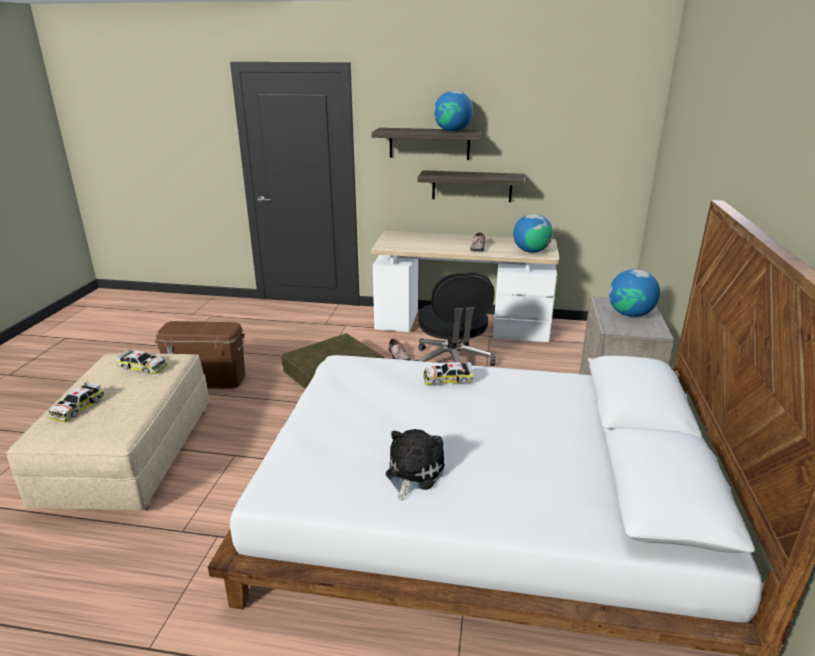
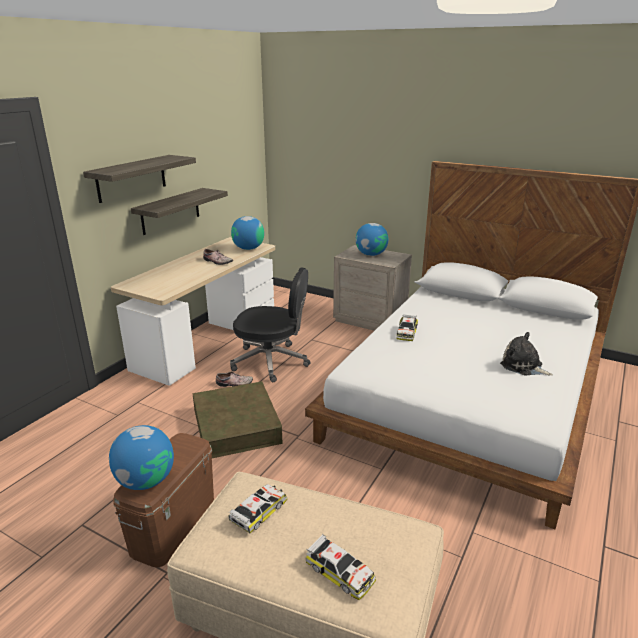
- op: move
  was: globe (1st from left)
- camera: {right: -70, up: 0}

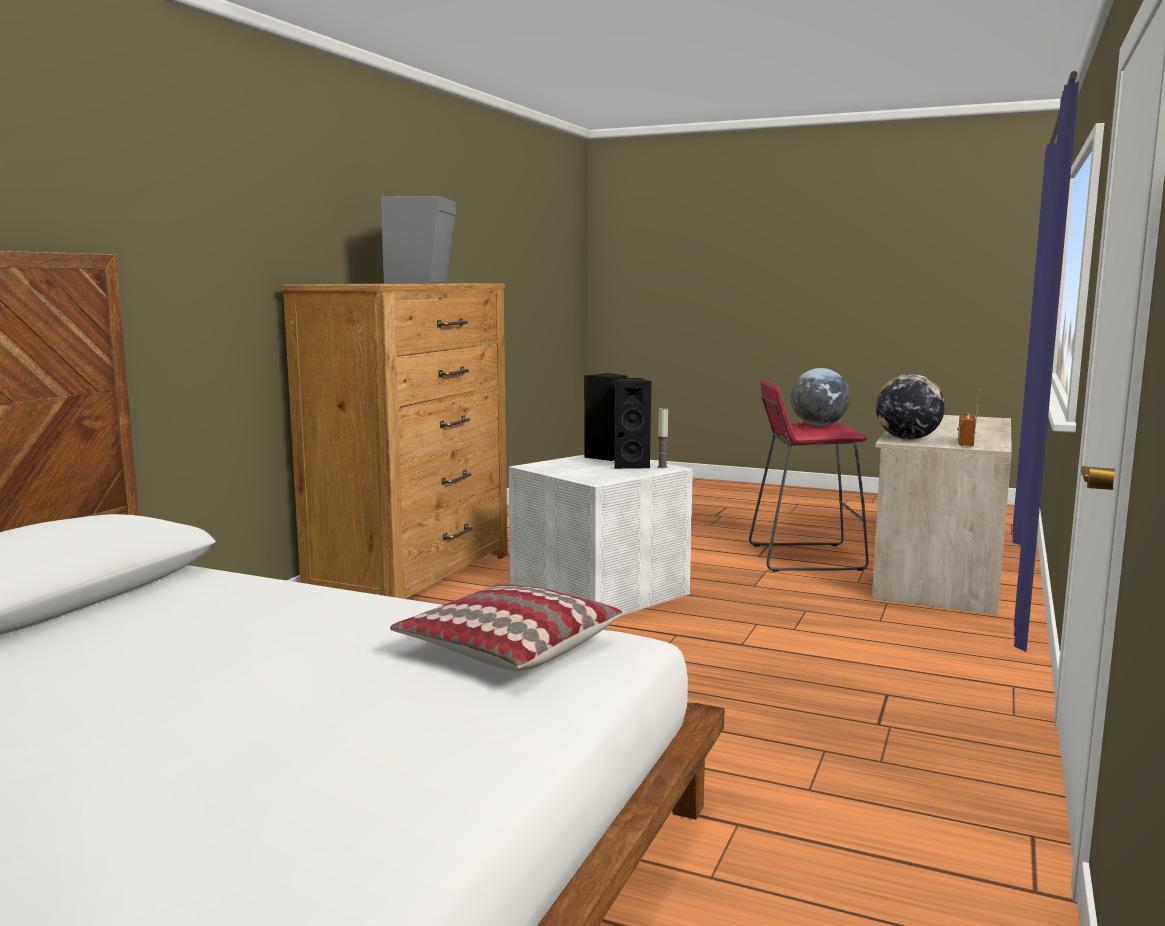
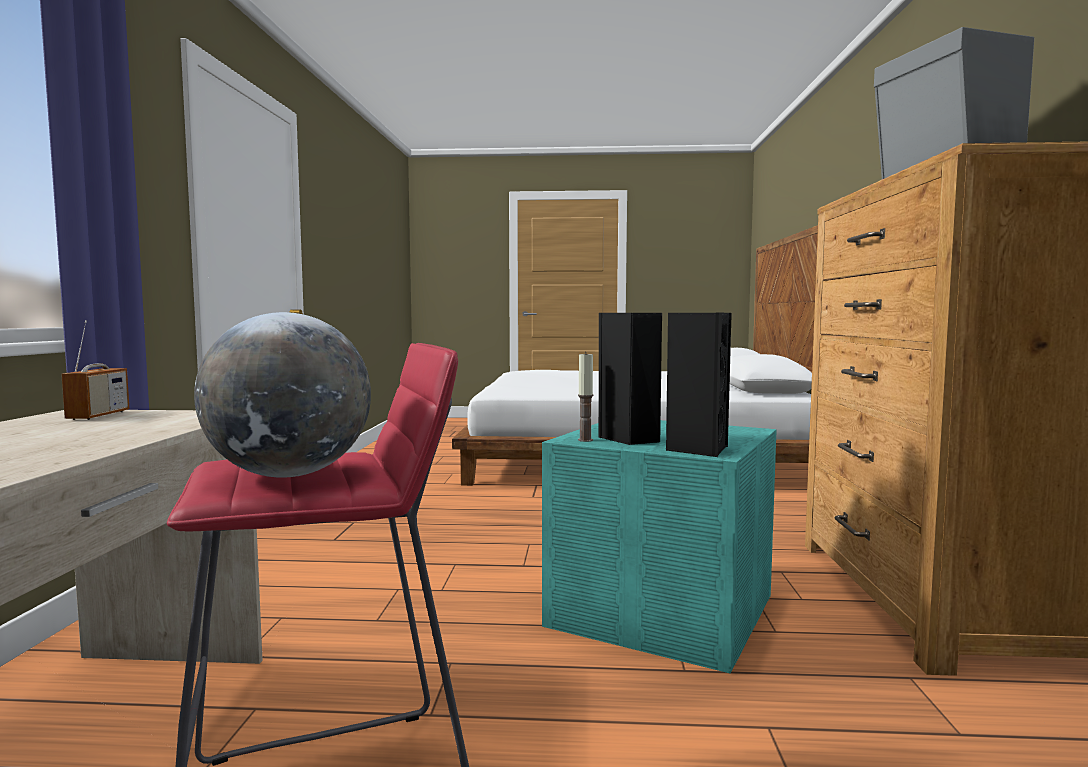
- op: delete
  was: pillow
- op: recolor
  was: storage container in white-coloured
  now: storage container in turquoise-coloured
- op: delete
  was: globe (2nd from left)
- camera: {right: 160, up: -5}

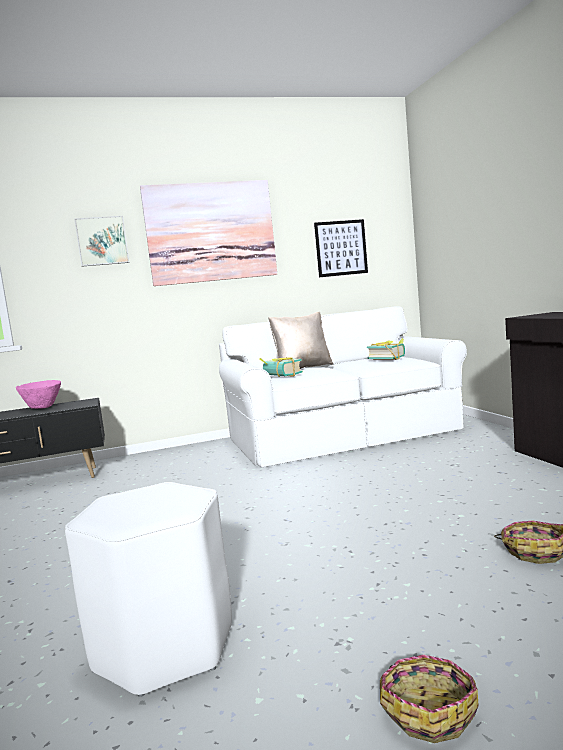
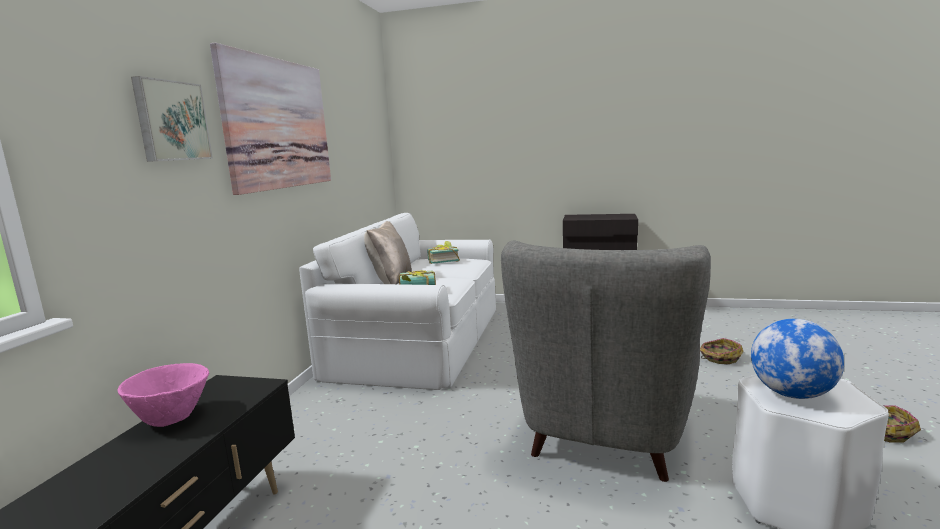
- op: delete
  was: wall art (3rd from left)
- op: insert
  now: armchair in gray
- op: insert
  now: globe
- camera: {right: -60, up: 5}

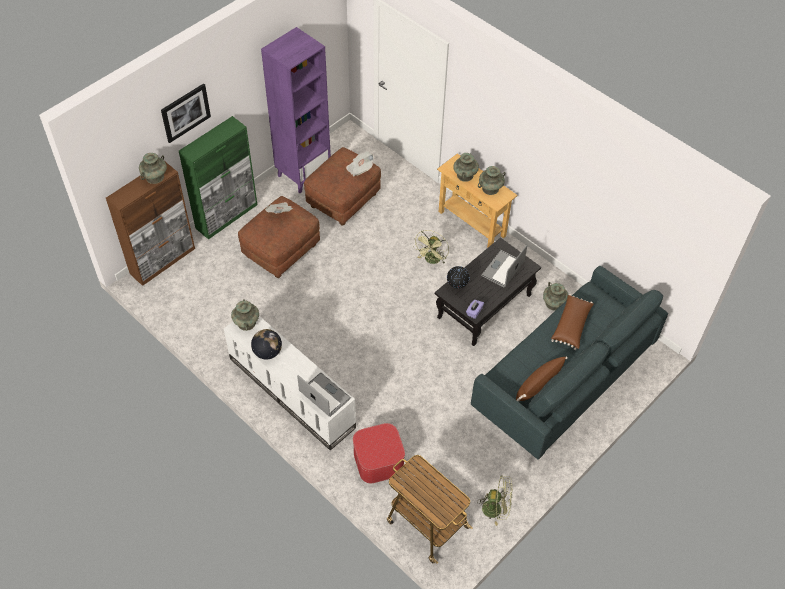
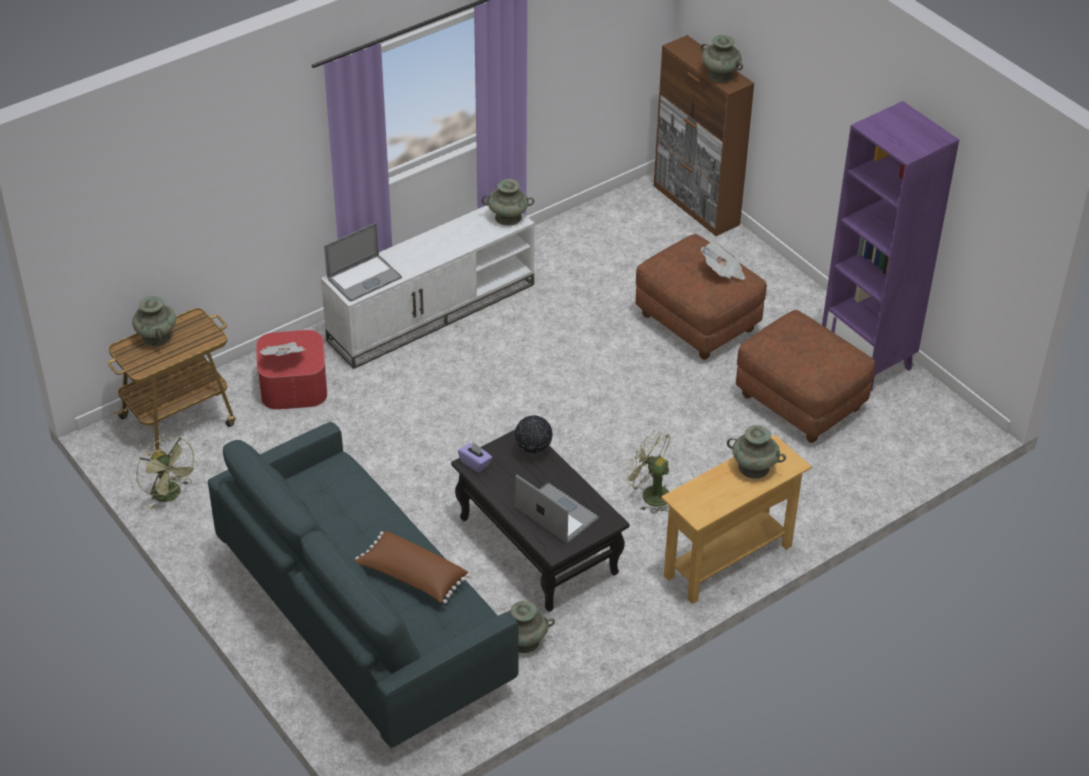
- op: delete
  was: wall art
- op: delete
  was: storage cabinet in green-coloured
- op: delete
  was: globe (1st from left)
- op: move
  was: newspaper (2nd from left in the first image)
  now: newspaper (1st from left)
- op: move
  was: decorative vase in turquoise-coloured (4th from left in the first image)
  now: decorative vase in turquoise-coloured (1st from left)
- op: rotate
  was: electric fan in green-coloured (2nd from left in the first image)
  clockwise: -60
- op: delete
  was: pillow in brownish (1st from left)
- camera: {right: 100, up: -10}

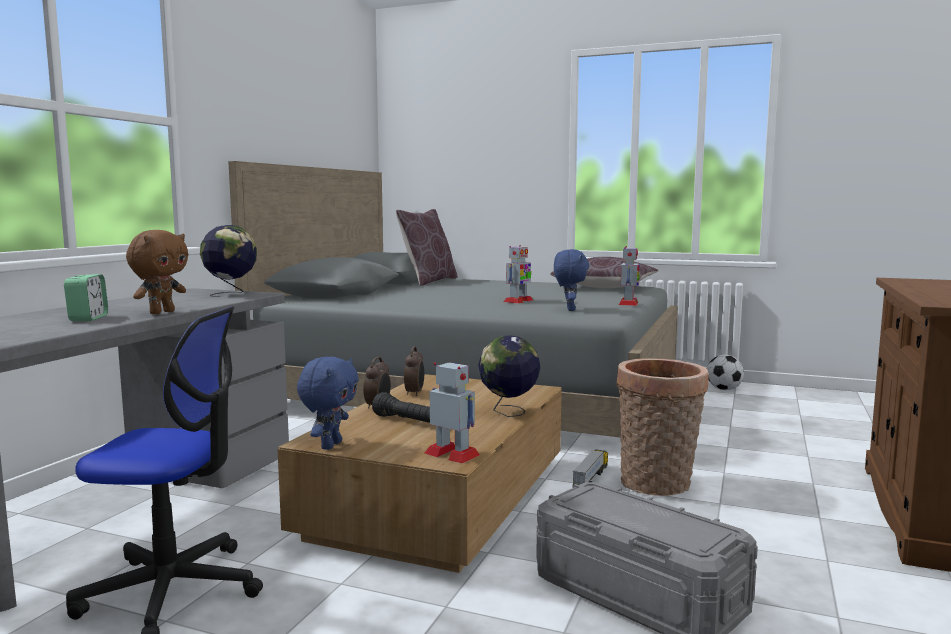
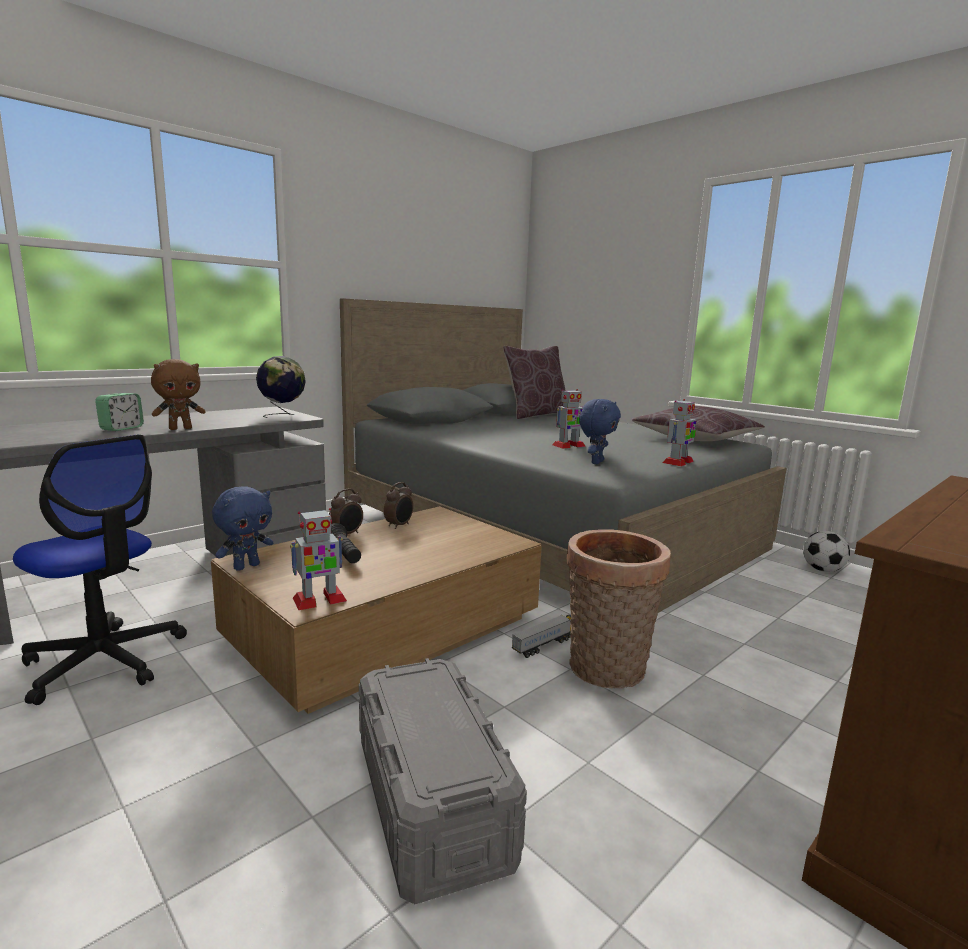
- op: rotate
  was: model robot (1st from left)
  clockwise: 90
- op: delete
  was: globe (2nd from left)
- camera: {right: 25, up: 5}

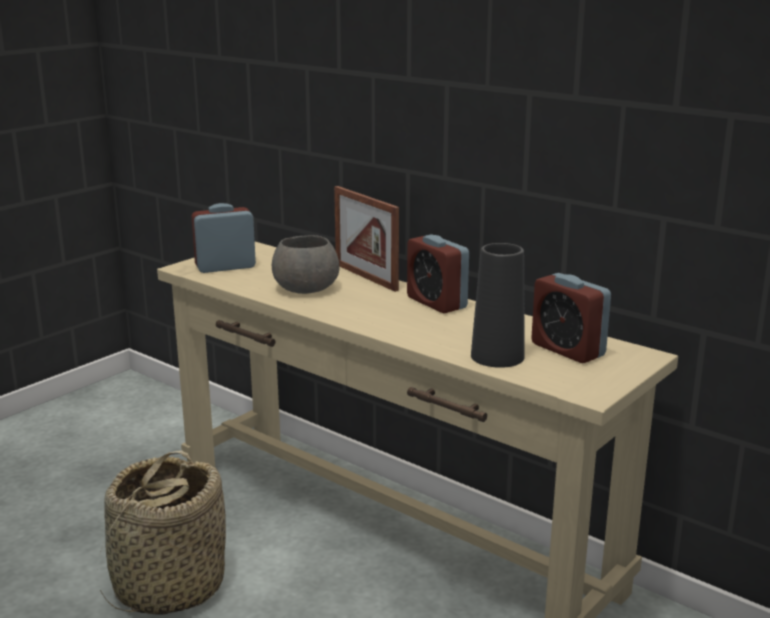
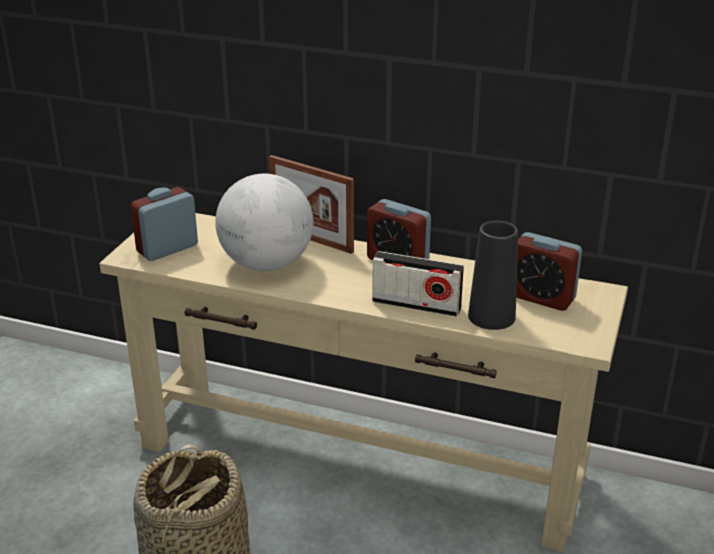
- op: replace
  was: deep dish in gray
  now: globe
- op: insert
  now: radio set
- camera: {right: -20, up: 10}

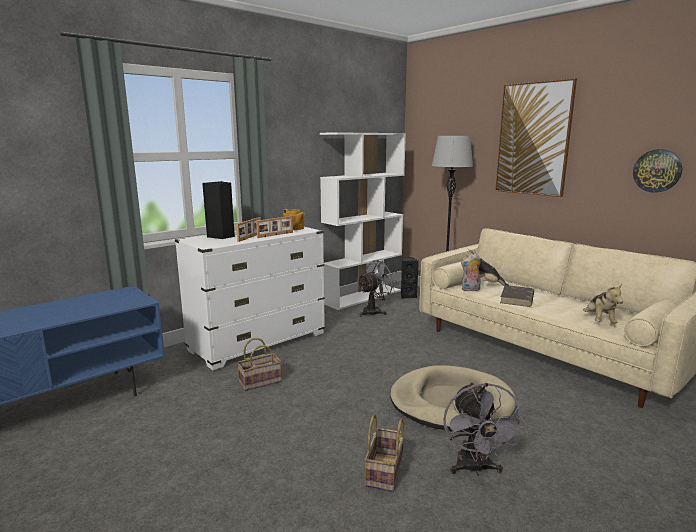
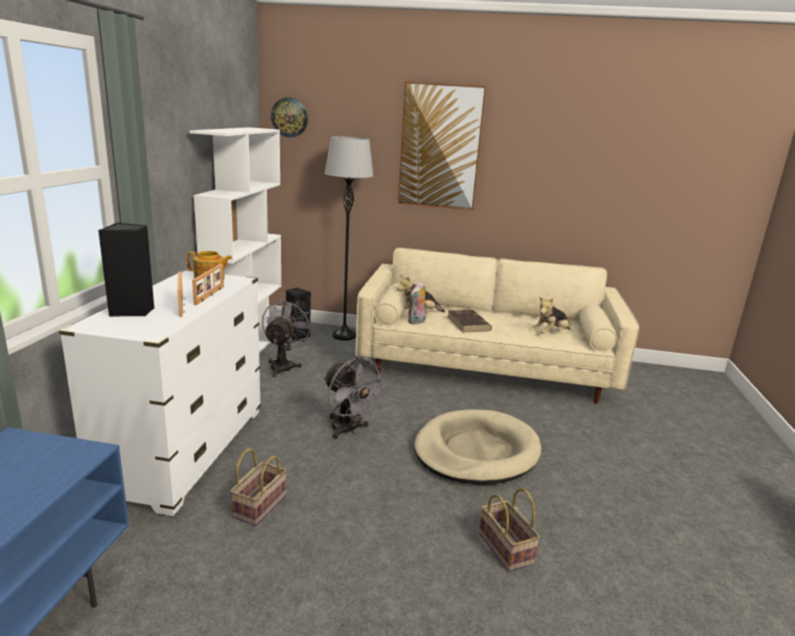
- op: move
  was: electric fan in gray (2nd from left)
- op: rotate
  was: cuddly toy (3rd from left)
  clockwise: 90
- op: move
  was: wall clock
- camera: {right: -40, up: 5}

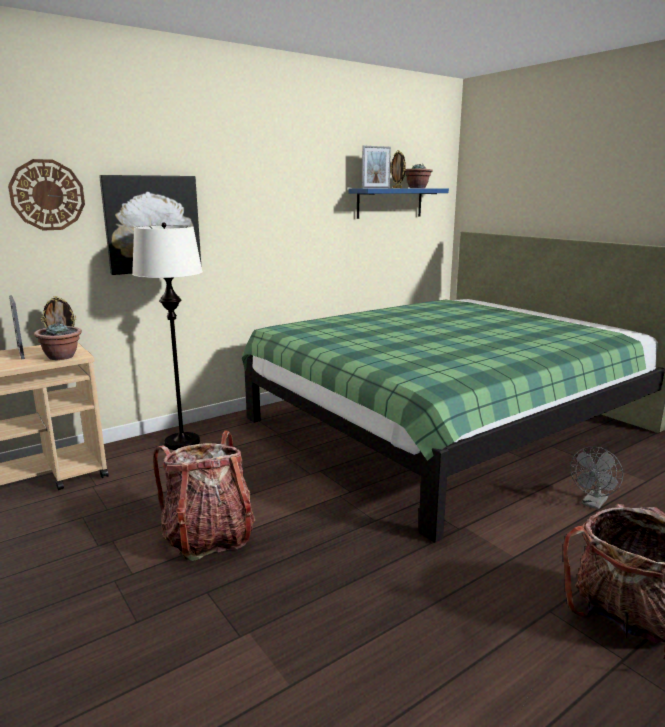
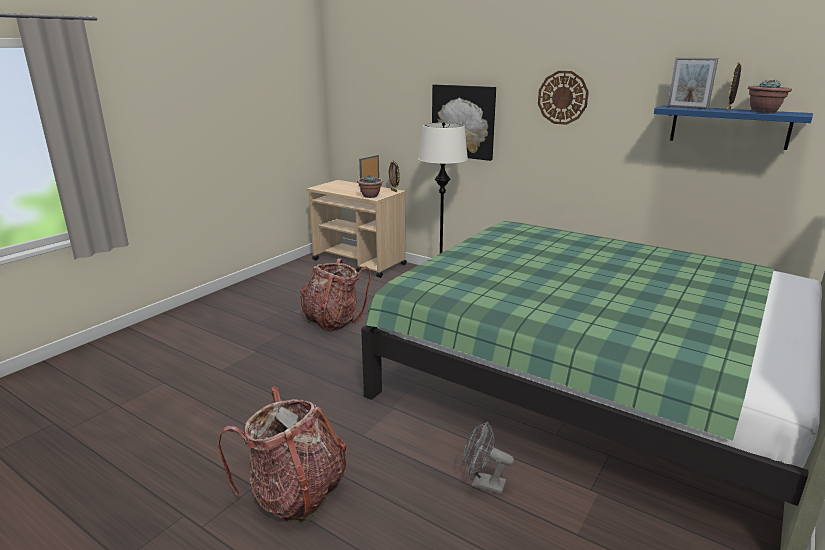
- op: move
  was: wall clock
- camera: {right: 70, up: 5}

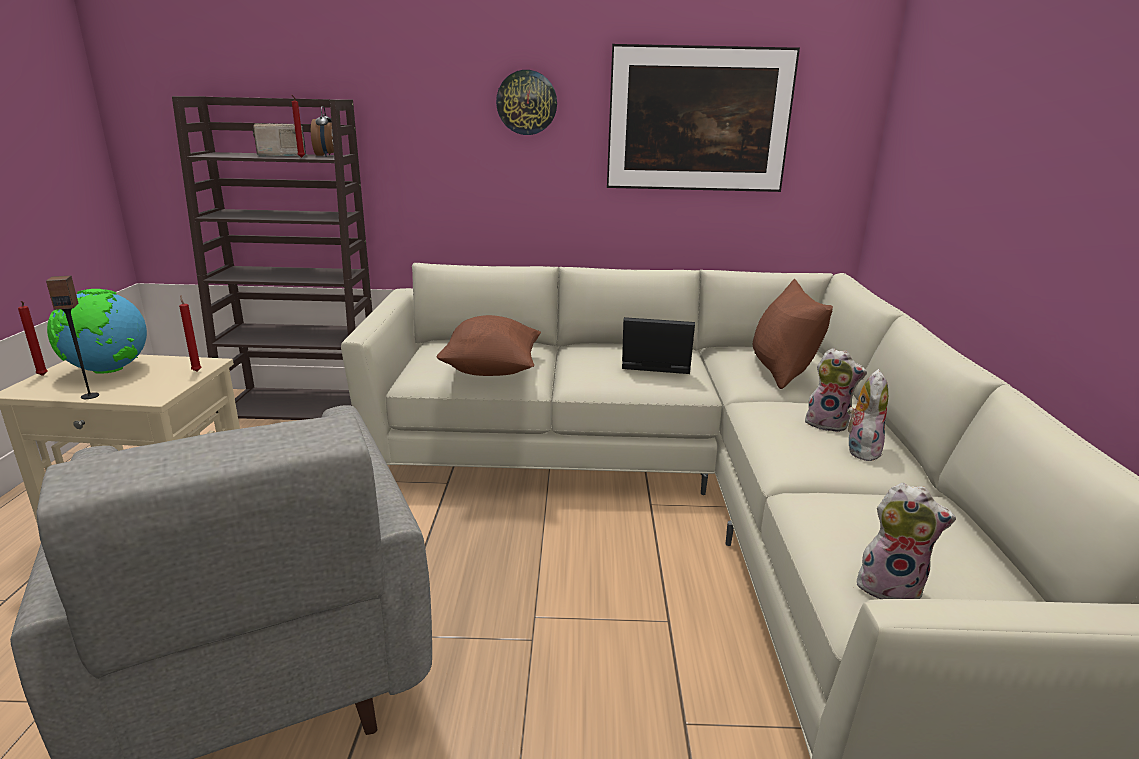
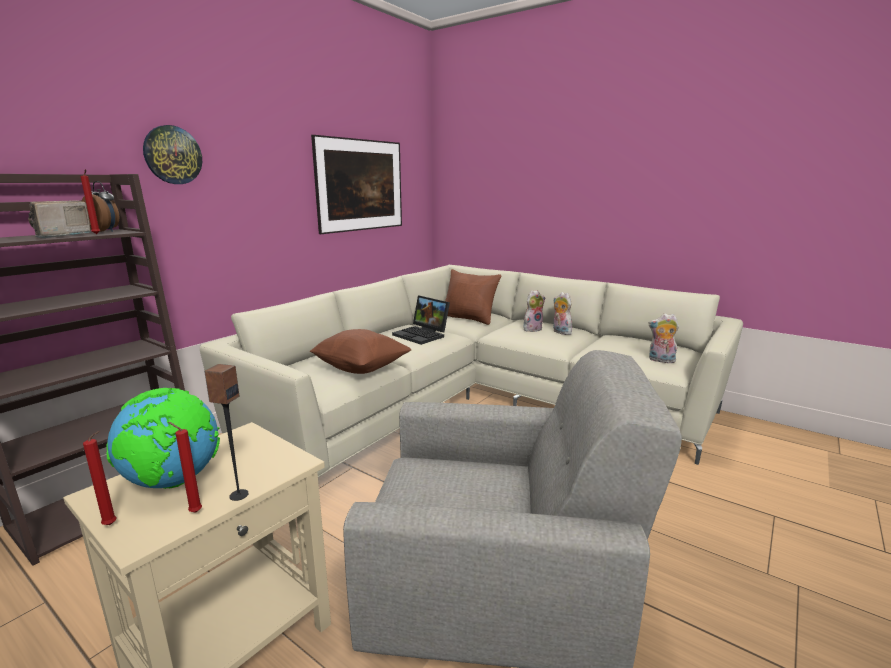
- op: move
  was: candle in reddish (2nd from left in the first image)
  now: candle in reddish (3rd from left)
- op: move
  was: wall clock
- op: rotate
  was: laptop
  clockwise: -90
- op: rotate
  was: cuddly toy (3rd from left)
  clockwise: -120
- camera: {right: -55, up: -5}

